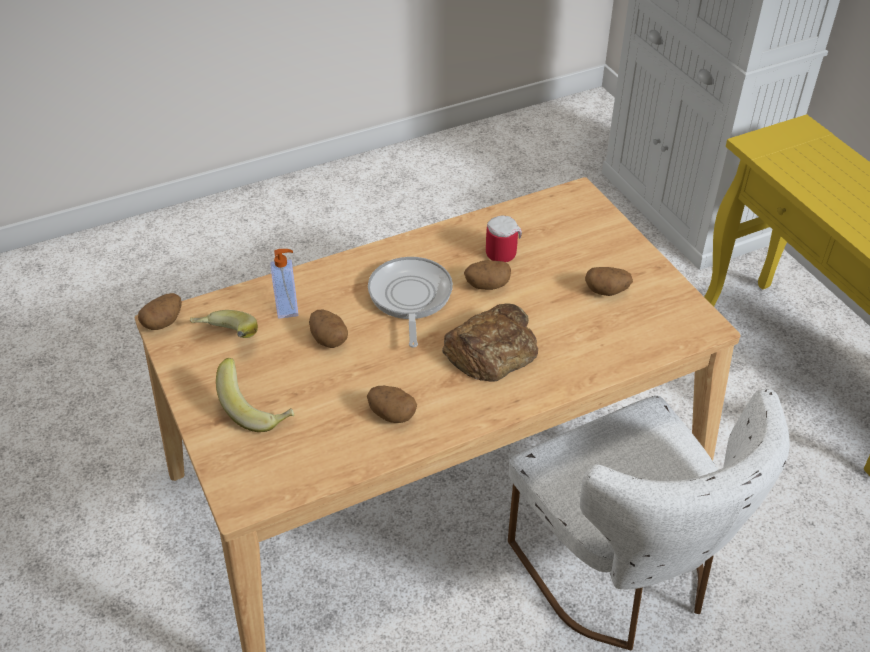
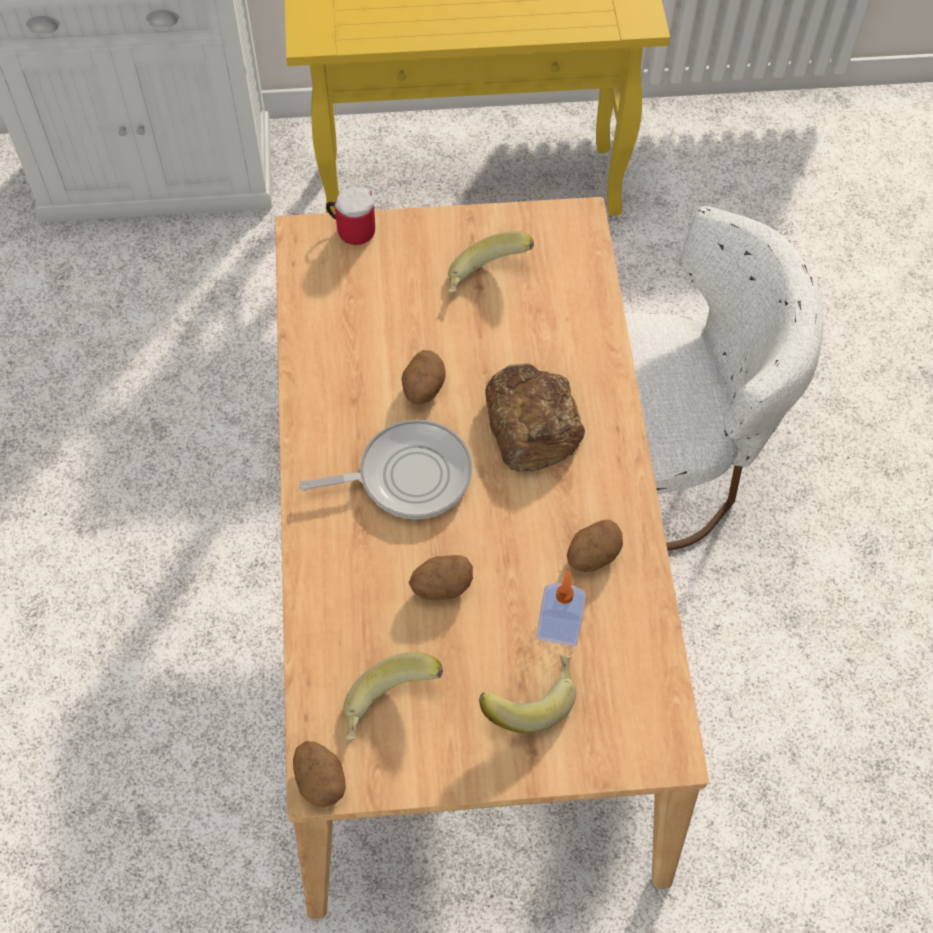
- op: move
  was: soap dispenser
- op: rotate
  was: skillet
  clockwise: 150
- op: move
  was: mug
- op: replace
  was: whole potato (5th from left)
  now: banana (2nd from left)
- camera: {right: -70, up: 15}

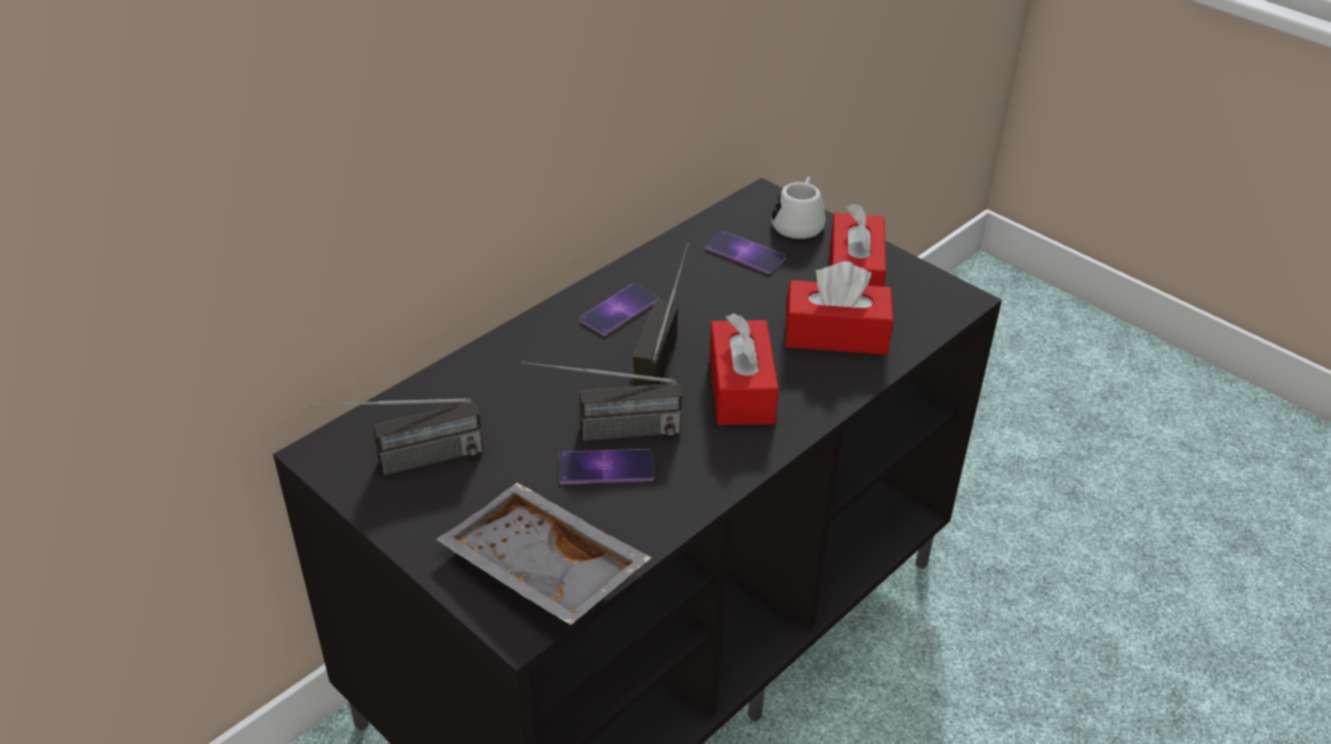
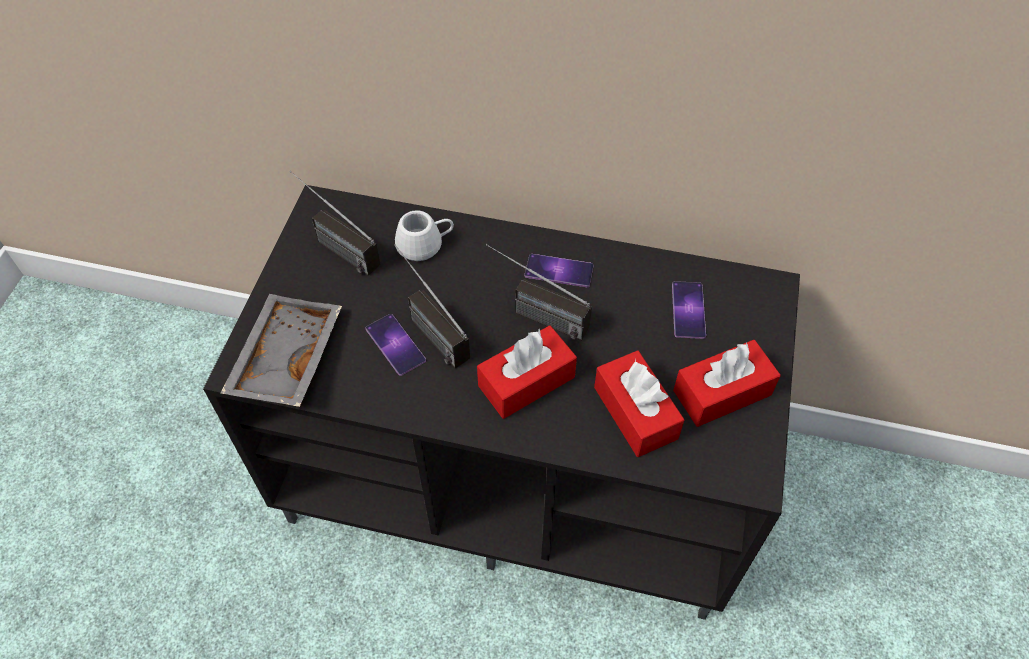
- op: rotate
  was: radio set (3rd from left)
  clockwise: -135
- op: move
  was: mug in white-coloured
- camera: {right: 60, up: 15}

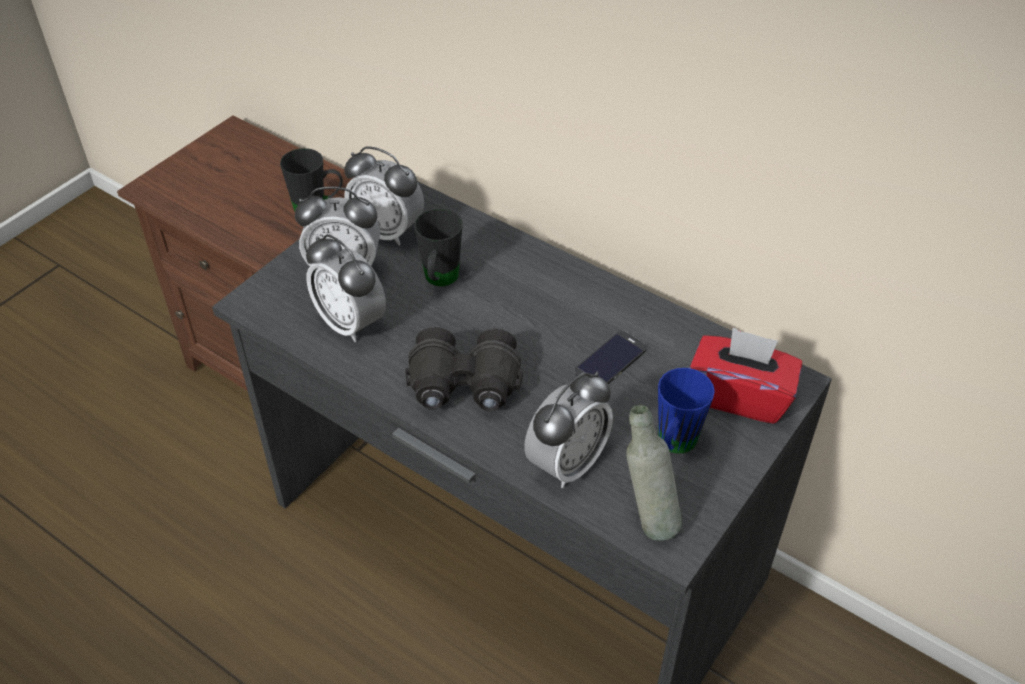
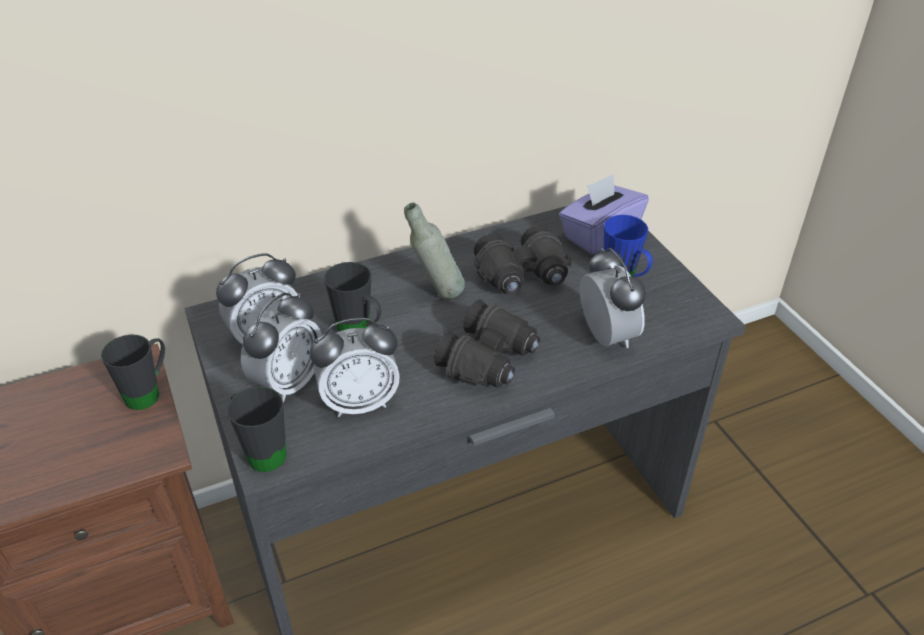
- op: replace
  was: handset
  now: field glasses in blackish (2nd from left)
- op: move
  was: beverage bottle in gray
- op: recolor
  was: tissue box in reddish
  now: tissue box in purple
- op: insert
  now: mug in blackish (2nd from left)
- camera: {right: -60, up: -5}

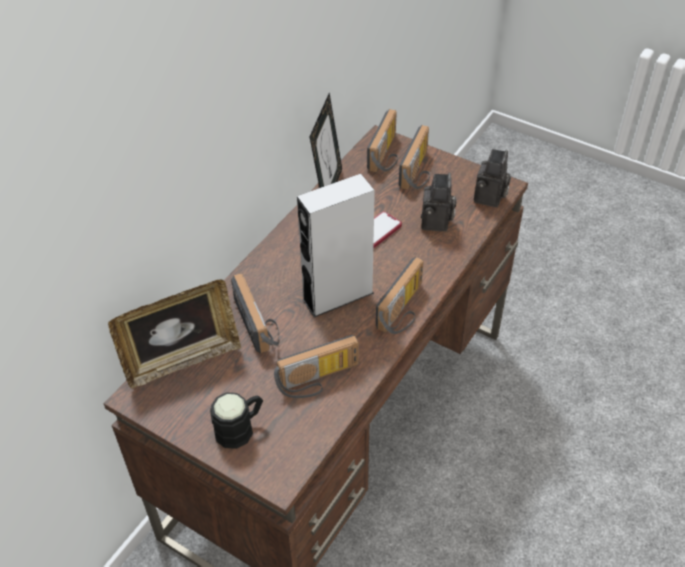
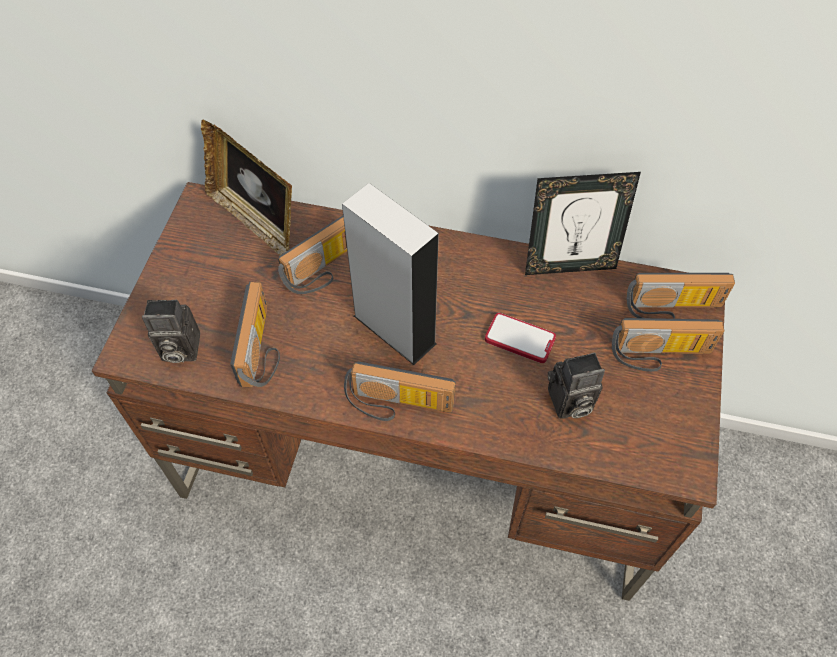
- op: delete
  was: mug in blackish
- op: rotate
  was: radio set (2nd from left in the first image)
  clockwise: -135
- op: move
  was: photo camera (2nd from left in the first image)
  now: photo camera (1st from left)
- camera: {right: 70, up: 10}

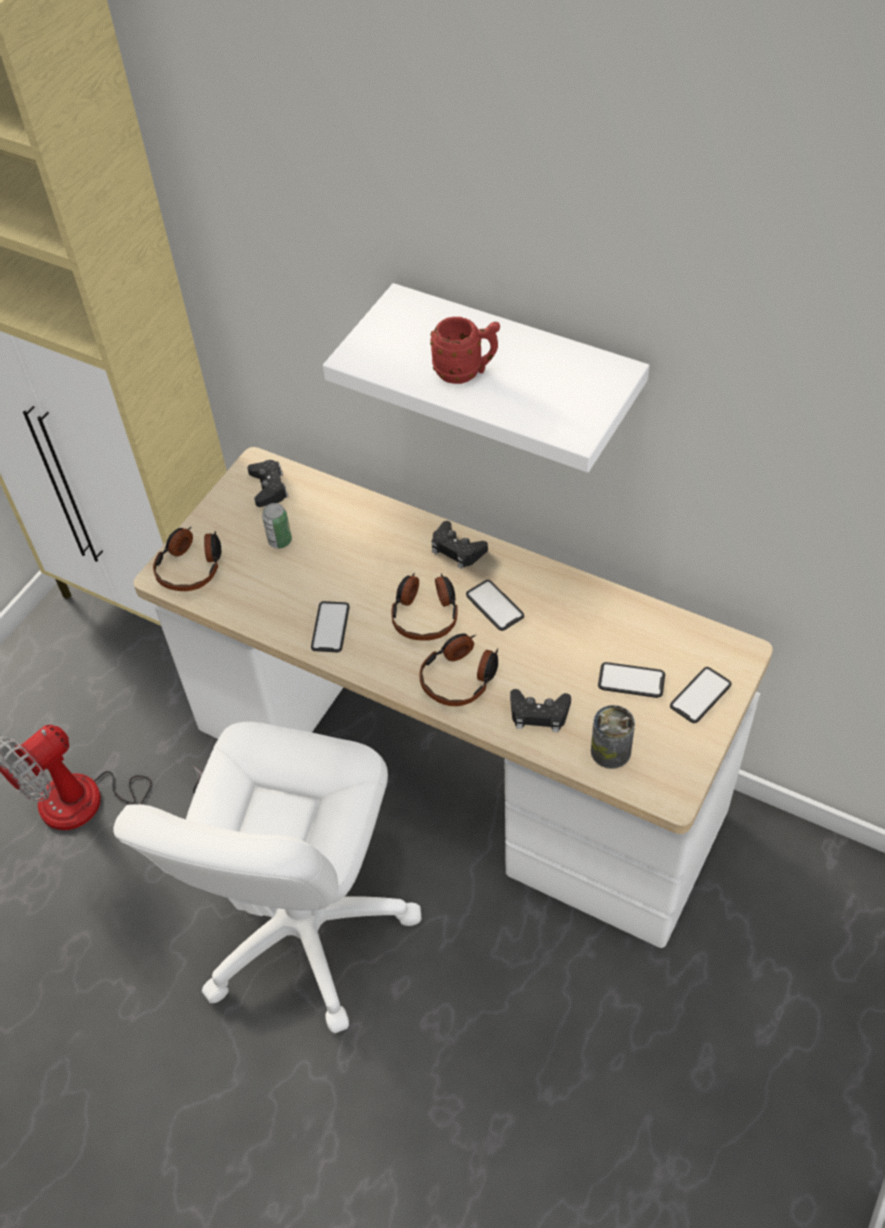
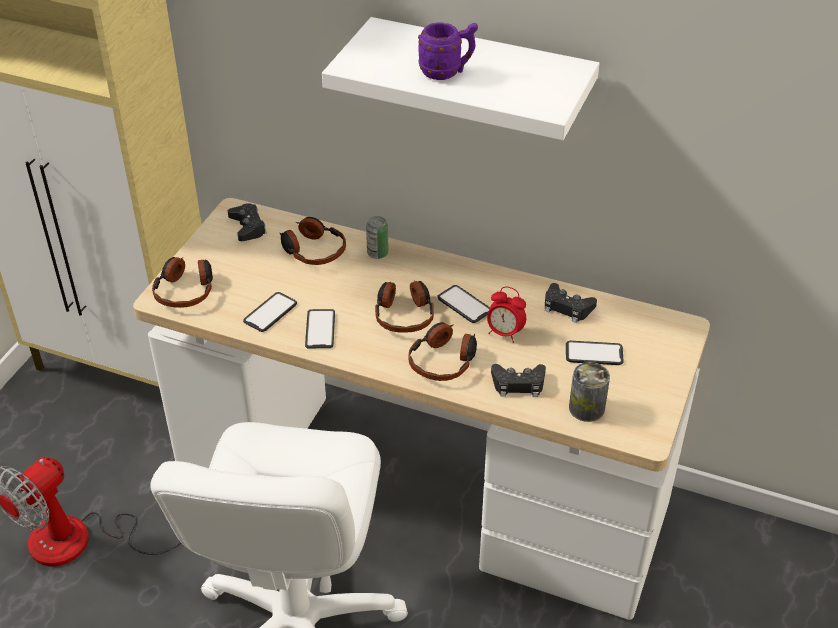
- op: move
  was: can (1st from left)
- op: recolor
  was: mug in reddish
  now: mug in purple
- op: move
  was: joypad in blackish (2nd from left in the first image)
  now: joypad in blackish (3rd from left)
- op: move
  was: handset (4th from left in the first image)
  now: handset (1st from left)
- op: insert
  now: headphones (2nd from left)
- op: insert
  now: bedside clock
- camera: {right: -10, up: -10}

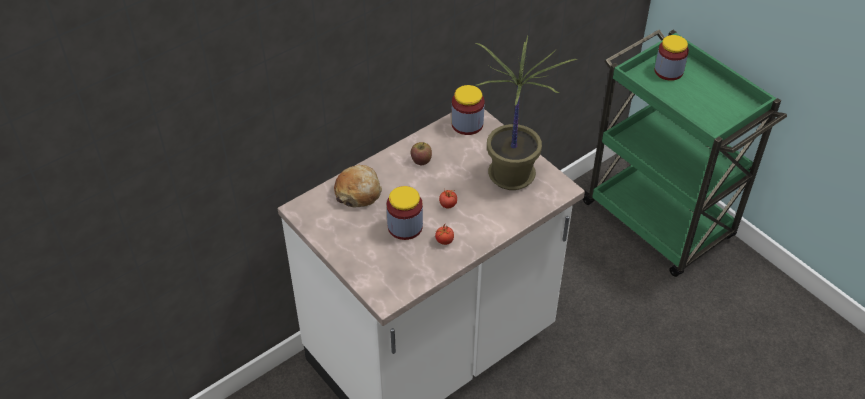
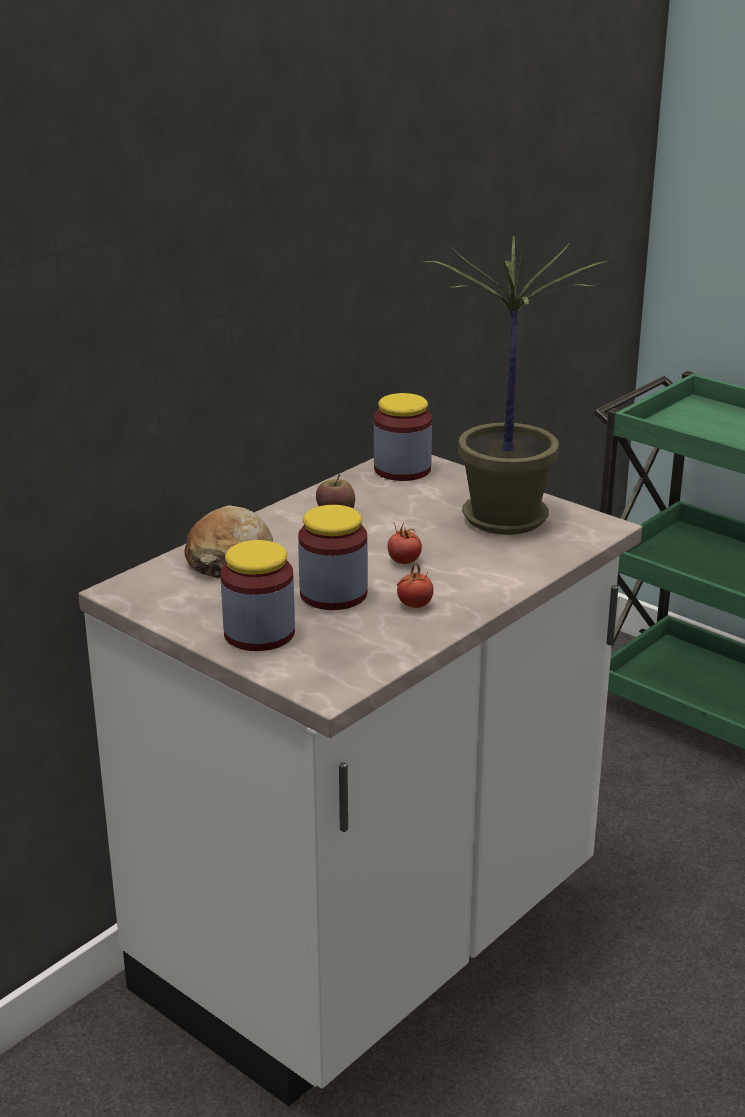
- op: move
  was: preserve jar (3rd from left in the first image)
  now: preserve jar (1st from left)
- camera: {right: -10, up: -20}

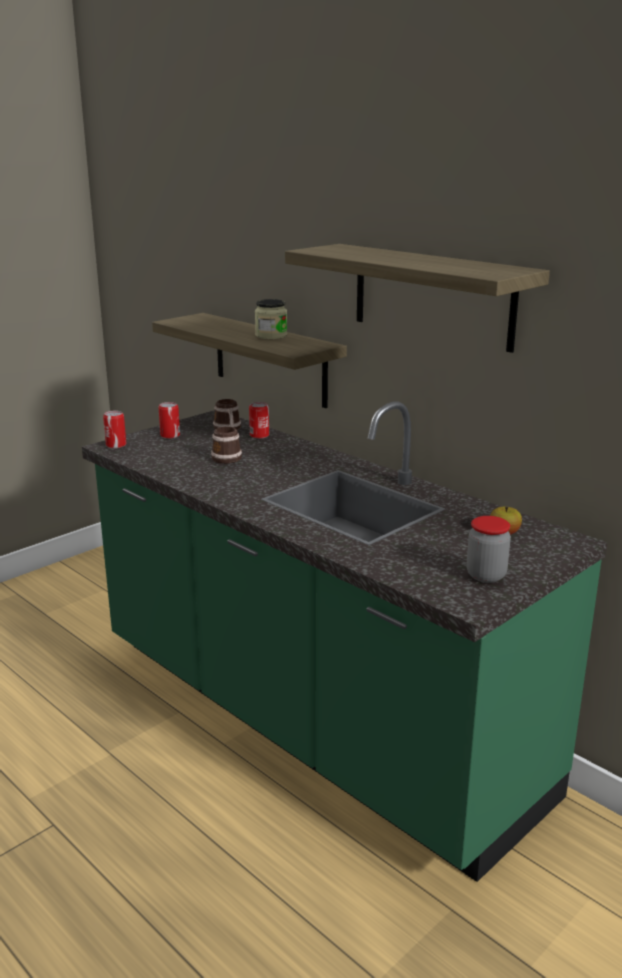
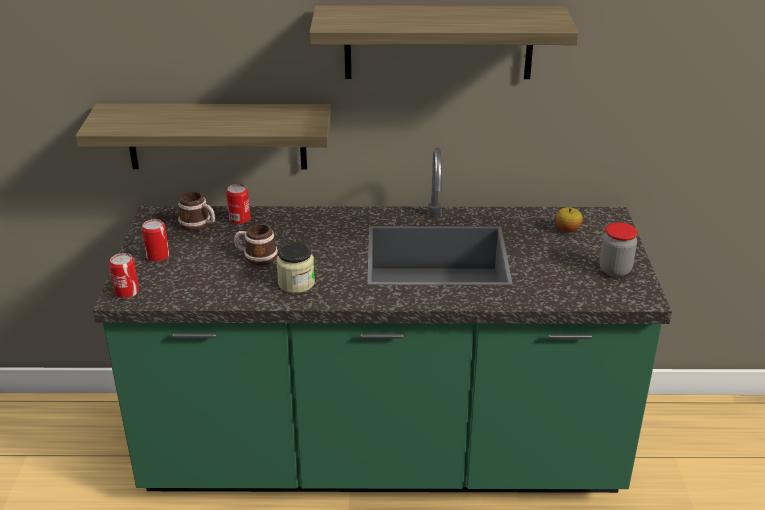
- op: move
  was: preserve jar (1st from left)
- camera: {right: -45, up: 10}

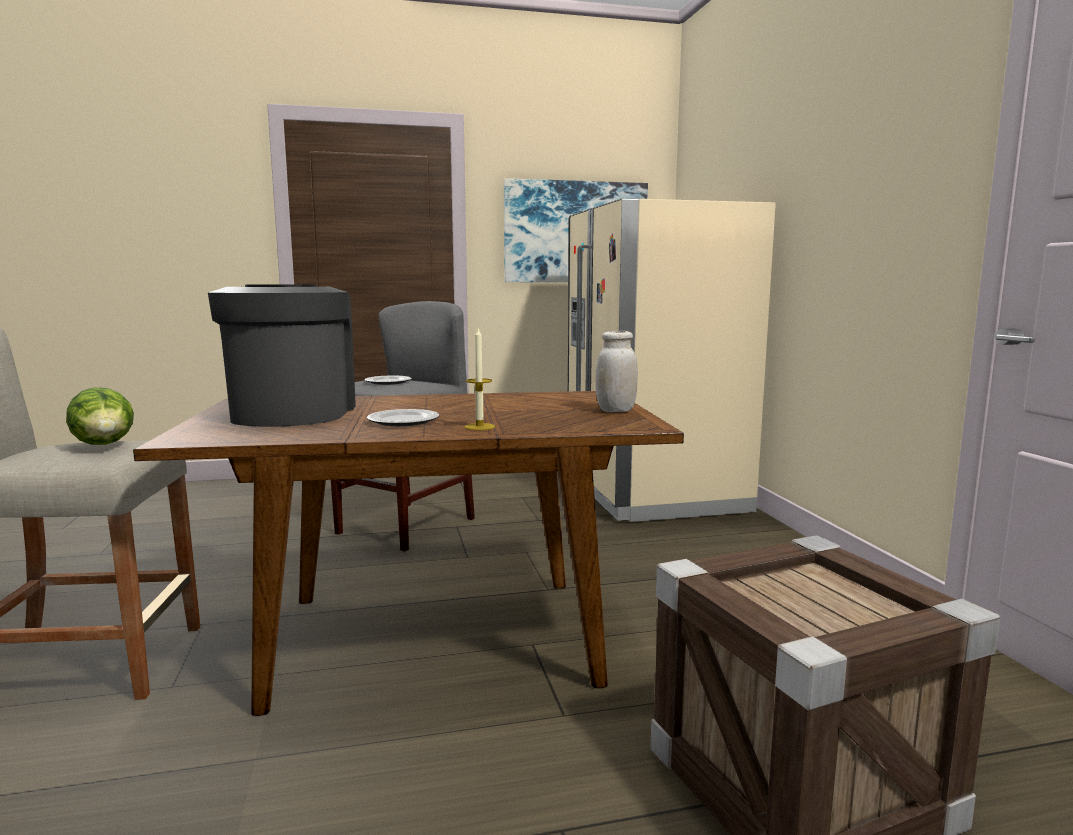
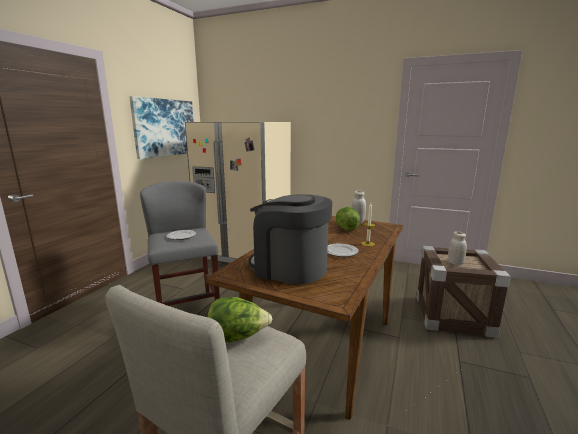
- op: insert
  now: lettuce head (2nd from left)
- op: insert
  now: preserve jar in white-coloured (2nd from left)
- camera: {right: -55, up: 5}

